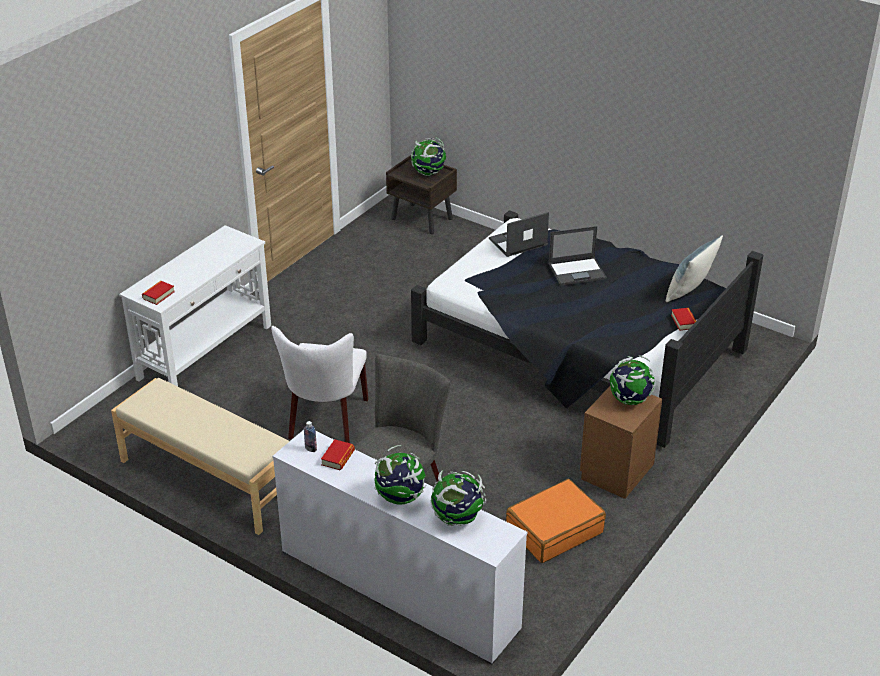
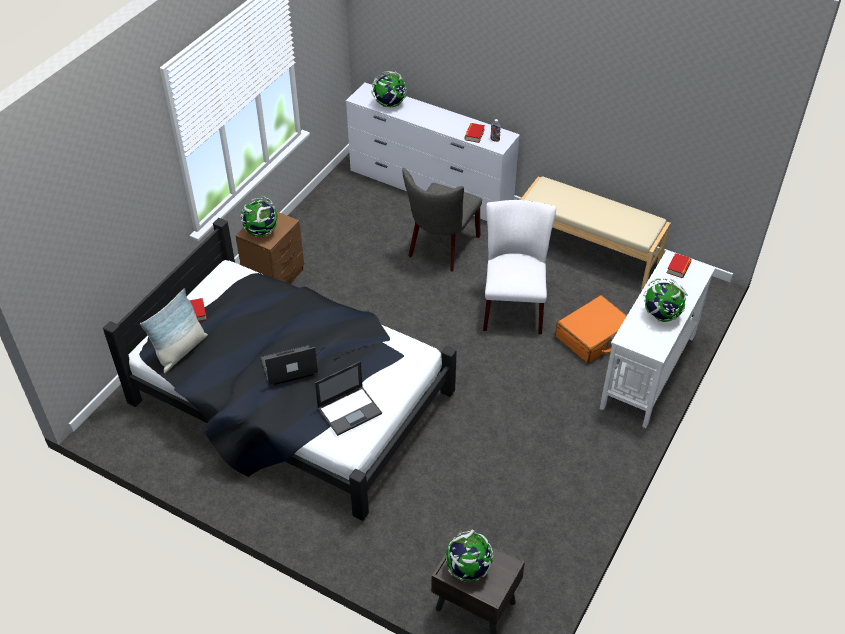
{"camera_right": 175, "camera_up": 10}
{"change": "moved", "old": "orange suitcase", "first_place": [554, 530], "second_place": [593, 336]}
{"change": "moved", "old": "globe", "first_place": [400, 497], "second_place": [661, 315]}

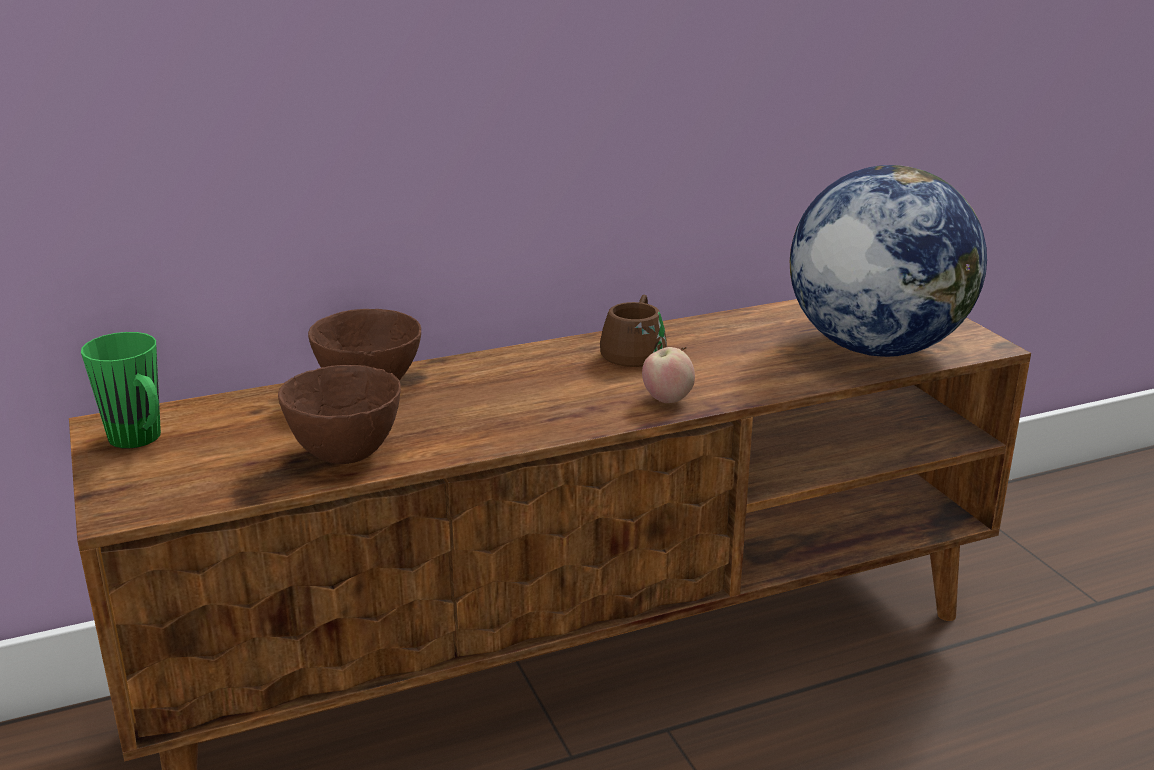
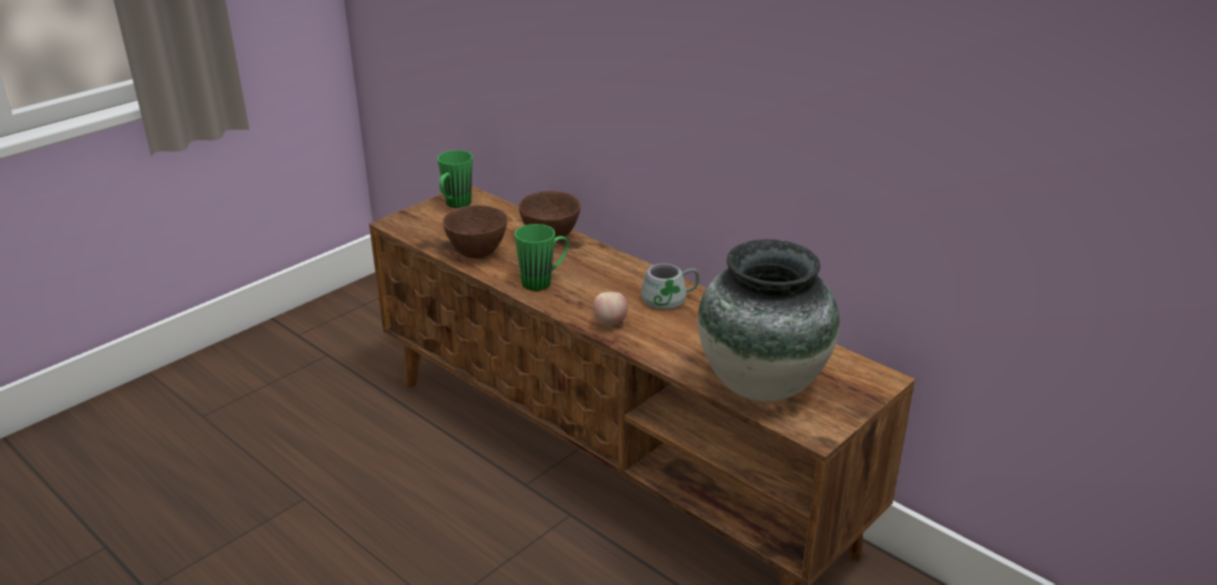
{"camera_right": 65, "camera_up": 5}
{"change": "added", "new": "green mug", "second_place": [544, 282]}
{"change": "recoloured", "old": "brown mug", "new": "grey mug", "first_place": [642, 352], "second_place": [671, 301]}
{"change": "replaced", "old": "globe", "new": "vase", "first_place": [875, 347], "second_place": [762, 384]}

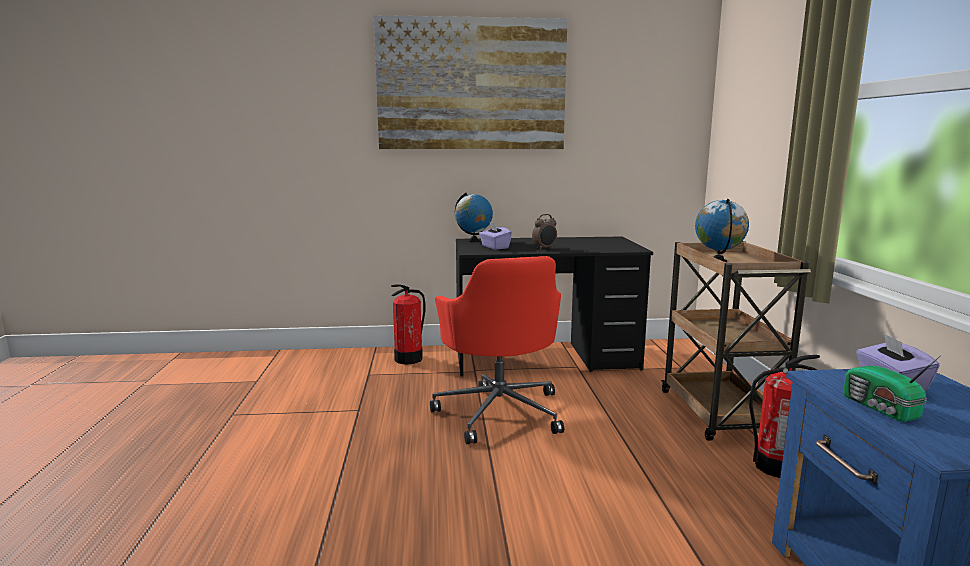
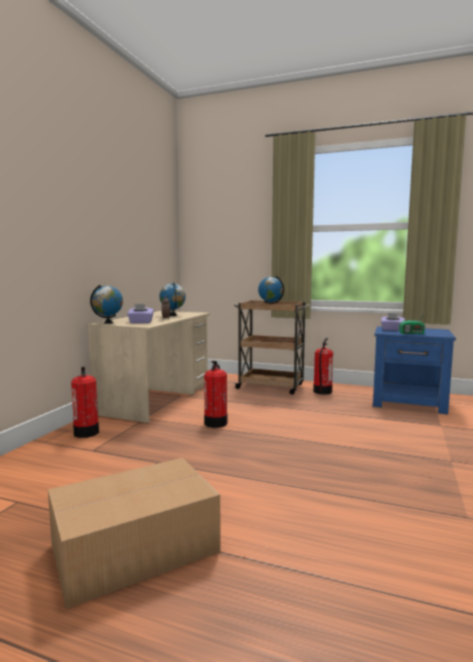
{"camera_right": -65, "camera_up": -5}
{"change": "added", "new": "cardboard box", "second_place": [132, 548]}
{"change": "recoloured", "old": "black desk", "new": "beige desk", "first_place": [545, 358], "second_place": [156, 399]}
{"change": "added", "new": "globe", "second_place": [173, 315]}
{"change": "replaced", "old": "red office chair", "new": "fire extinguisher", "first_place": [500, 411], "second_place": [216, 423]}
{"change": "removed", "old": "picture", "first_place": [471, 85]}

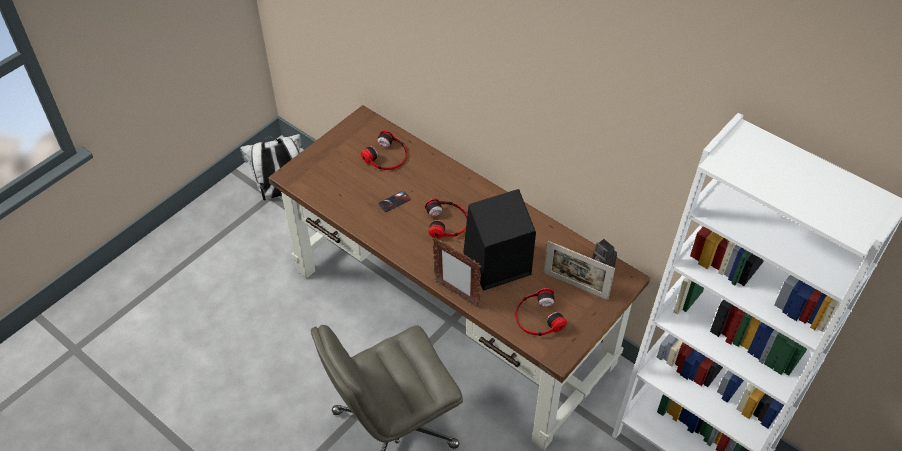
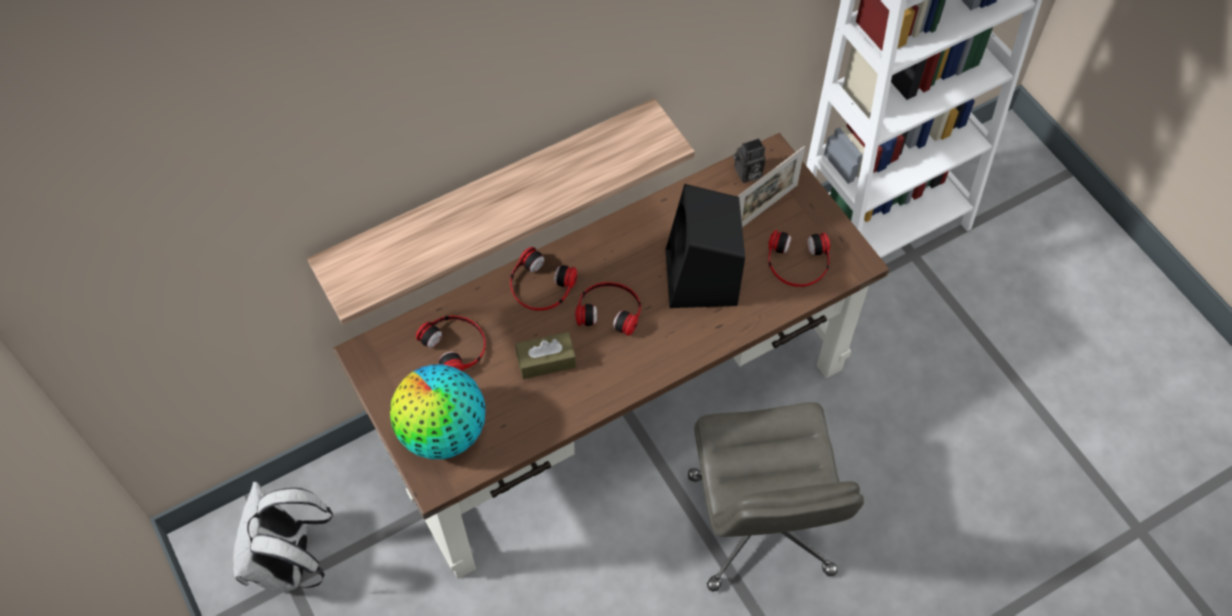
{"camera_right": -70, "camera_up": 10}
{"change": "added", "new": "shelf", "second_place": [490, 196]}
{"change": "added", "new": "globe", "second_place": [443, 432]}
{"change": "added", "new": "headphones", "second_place": [540, 286]}
{"change": "replaced", "old": "phone", "new": "brown tissue box", "first_place": [394, 201], "second_place": [546, 361]}
{"change": "removed", "old": "picture frame", "first_place": [456, 293]}

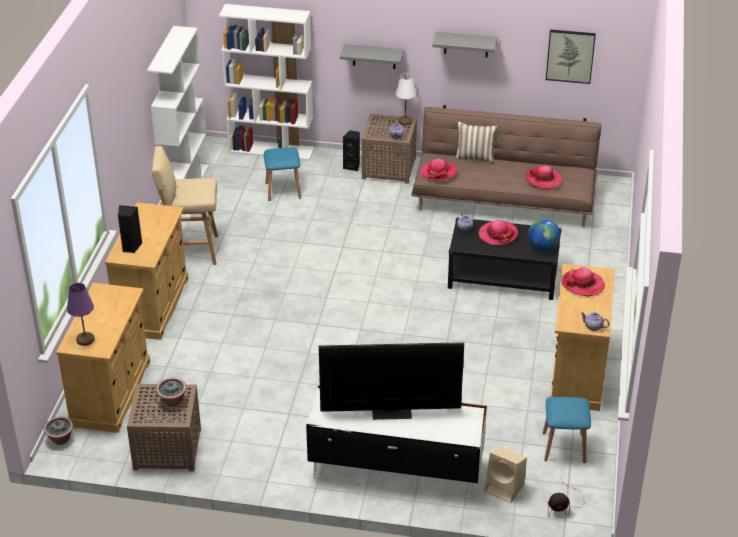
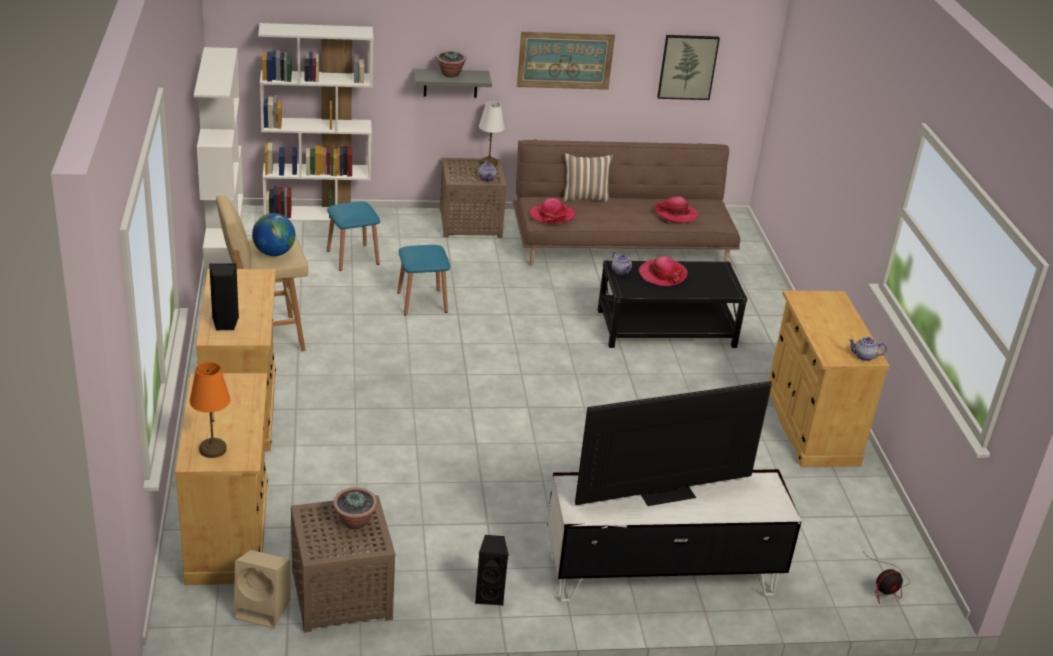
{"camera_right": -20, "camera_up": -5}
{"change": "recoloured", "old": "purple table lamp", "new": "orange table lamp", "first_place": [85, 339], "second_place": [212, 449]}
{"change": "moved", "old": "beige speaker", "first_place": [505, 488], "second_place": [264, 609]}
{"change": "moved", "old": "globe", "first_place": [542, 247], "second_place": [274, 253]}
{"change": "moved", "old": "blue stool", "first_place": [564, 447], "second_place": [422, 302]}
{"change": "moved", "old": "potted plant", "first_place": [60, 439], "second_place": [450, 74]}
{"change": "moved", "old": "black speaker", "first_place": [352, 166], "second_place": [489, 595]}
{"change": "replaced", "old": "grey shelf", "new": "picture", "first_place": [466, 44], "second_place": [565, 60]}
{"change": "removed", "old": "hat", "first_place": [582, 284]}

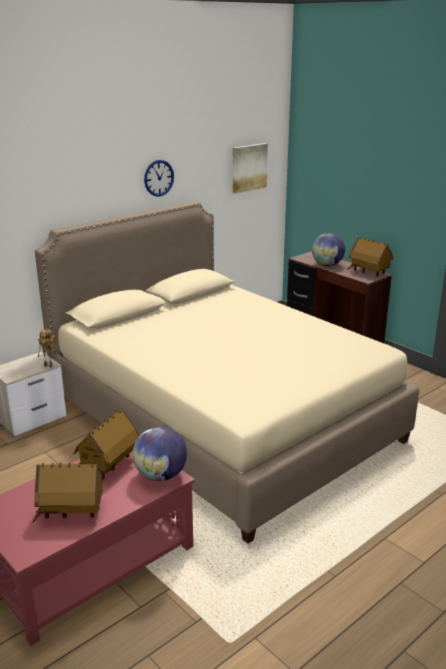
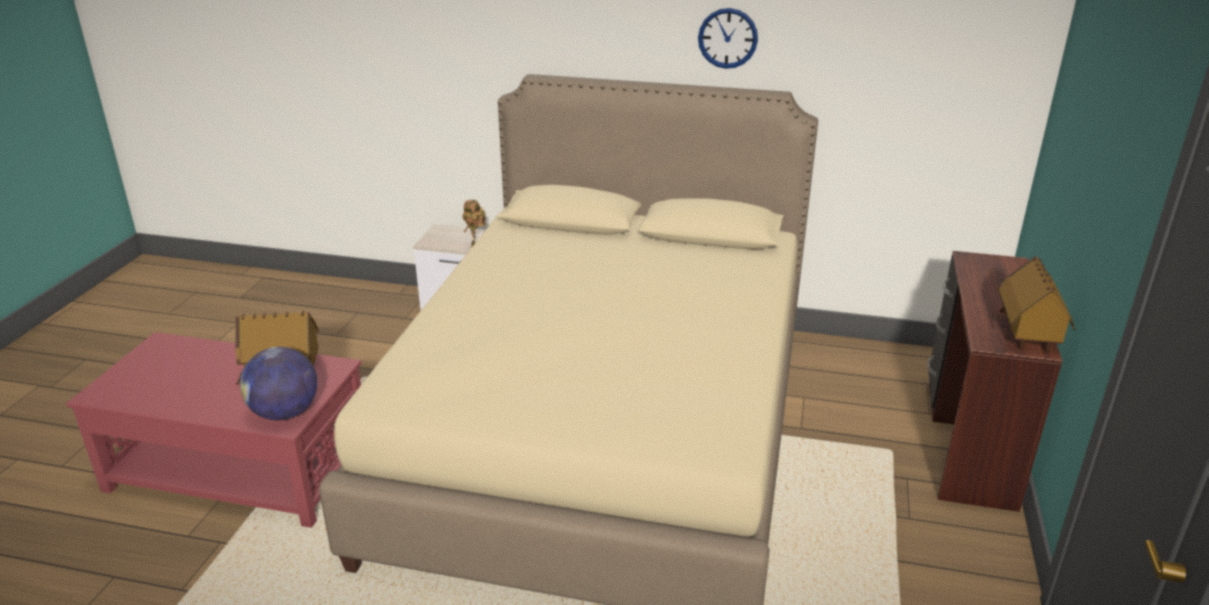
{"camera_right": 55, "camera_up": 5}
{"change": "removed", "old": "toy house", "first_place": [71, 512]}
{"change": "removed", "old": "picture", "first_place": [248, 167]}
{"change": "removed", "old": "globe", "first_place": [327, 265]}

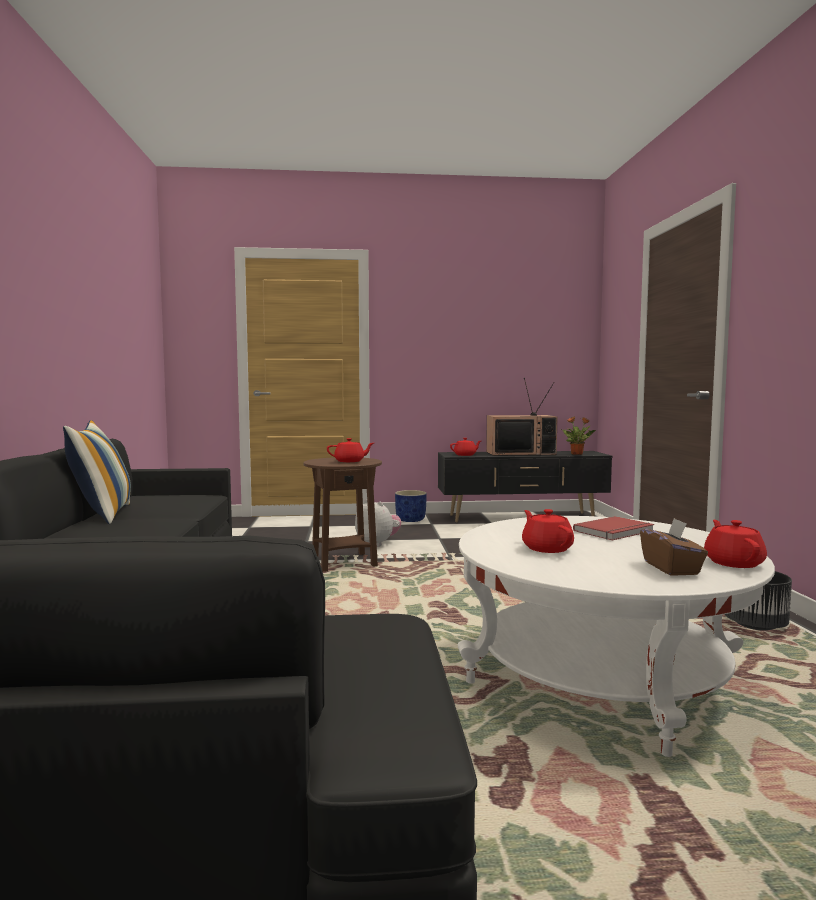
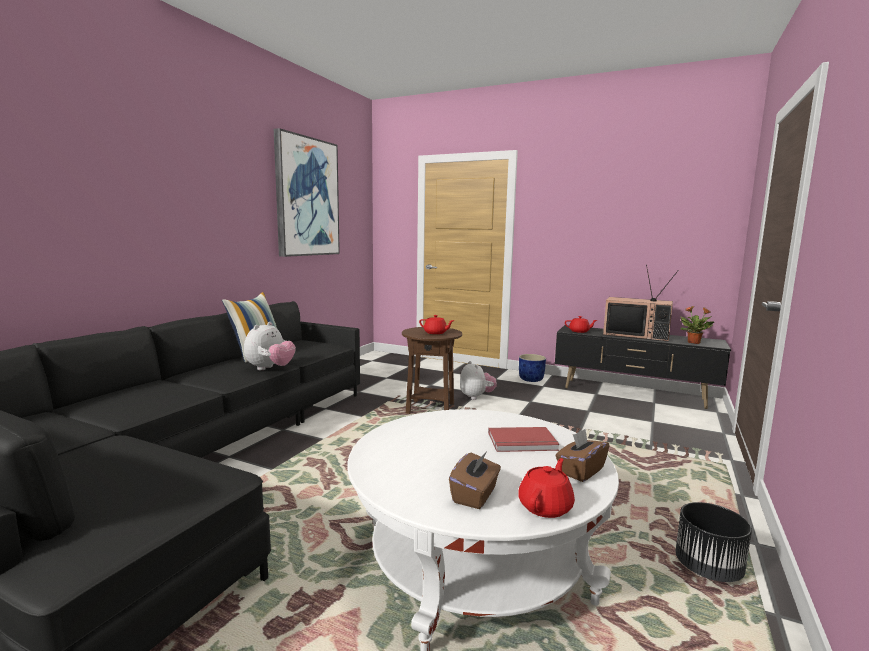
{"camera_right": 30, "camera_up": 5}
{"change": "added", "new": "plush toy", "second_place": [270, 369]}
{"change": "added", "new": "picture", "second_place": [307, 197]}
{"change": "added", "new": "brown tissue box", "second_place": [580, 471]}
{"change": "removed", "old": "red teapot", "first_place": [546, 548]}

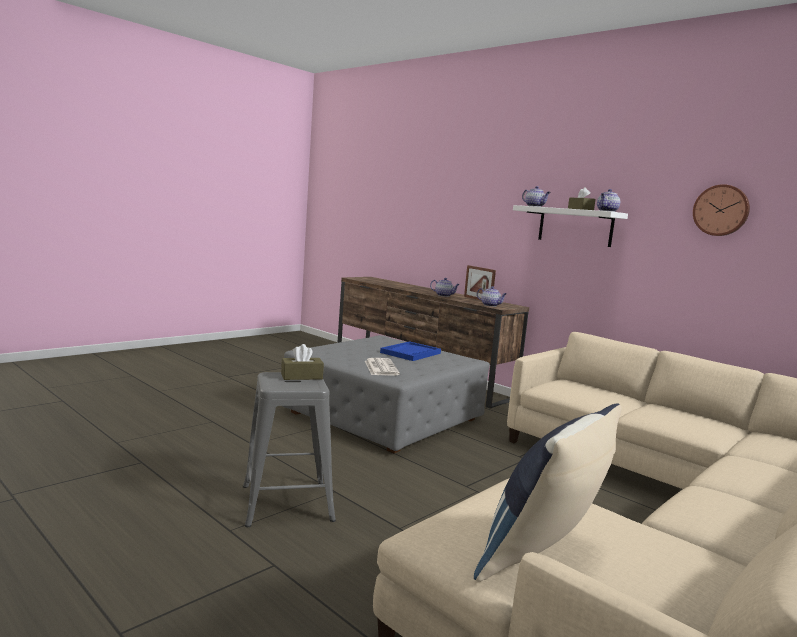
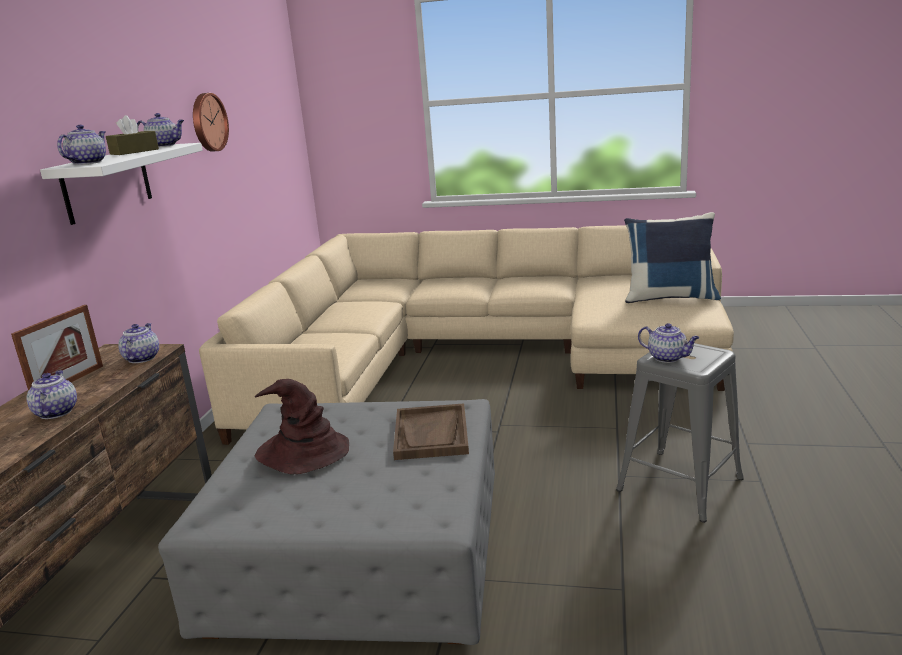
{"camera_right": -120, "camera_up": 10}
{"change": "replaced", "old": "blue tray", "new": "brown hat", "first_place": [410, 353], "second_place": [302, 452]}
{"change": "replaced", "old": "newspaper", "new": "brown tray", "first_place": [380, 367], "second_place": [431, 434]}
{"change": "replaced", "old": "brown tissue box", "new": "teapot", "first_place": [301, 376], "second_place": [668, 358]}

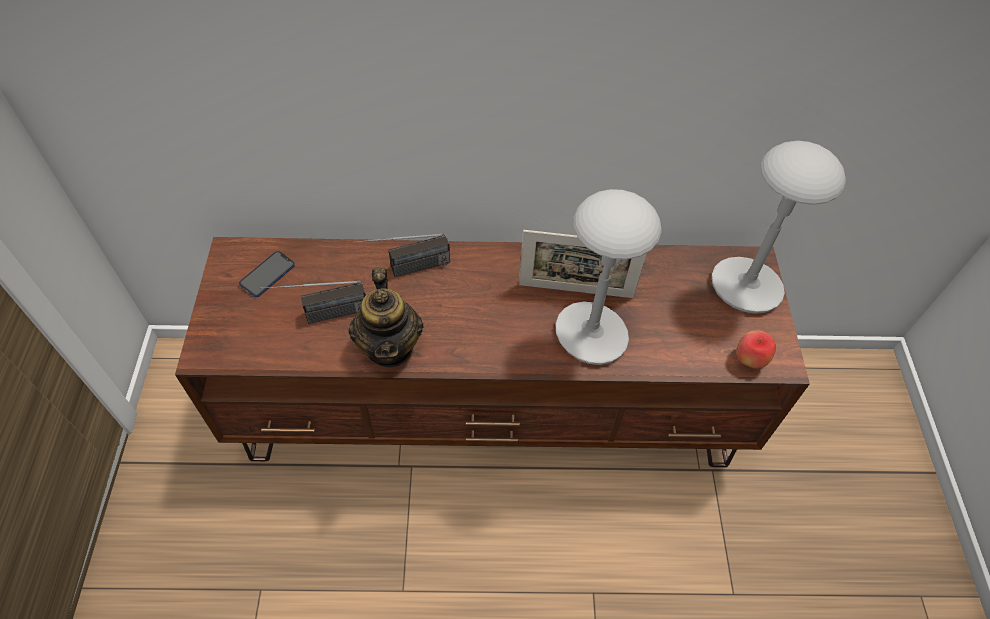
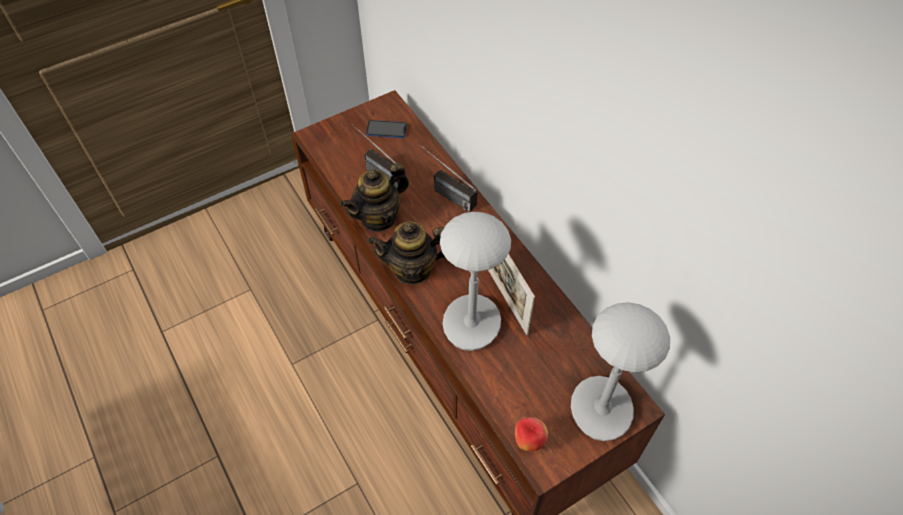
{"camera_right": 60, "camera_up": 0}
{"change": "added", "new": "teapot", "second_place": [413, 269]}

